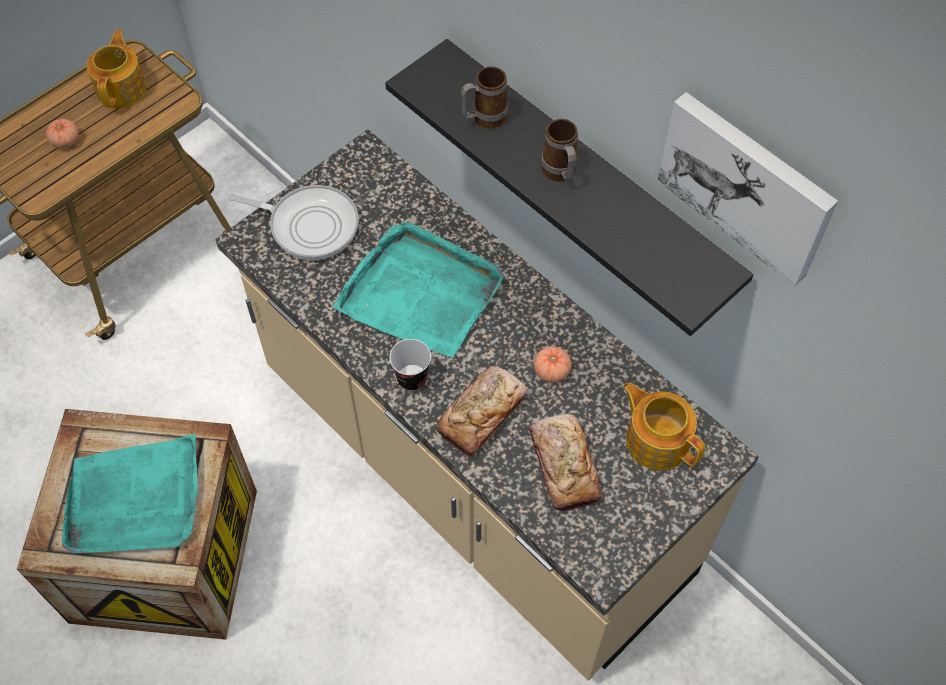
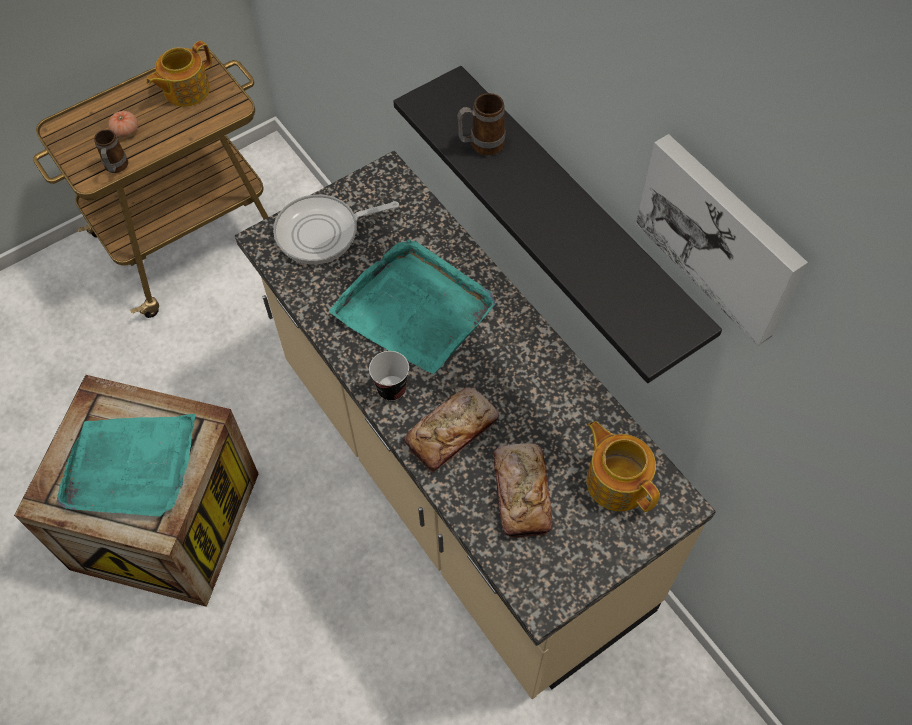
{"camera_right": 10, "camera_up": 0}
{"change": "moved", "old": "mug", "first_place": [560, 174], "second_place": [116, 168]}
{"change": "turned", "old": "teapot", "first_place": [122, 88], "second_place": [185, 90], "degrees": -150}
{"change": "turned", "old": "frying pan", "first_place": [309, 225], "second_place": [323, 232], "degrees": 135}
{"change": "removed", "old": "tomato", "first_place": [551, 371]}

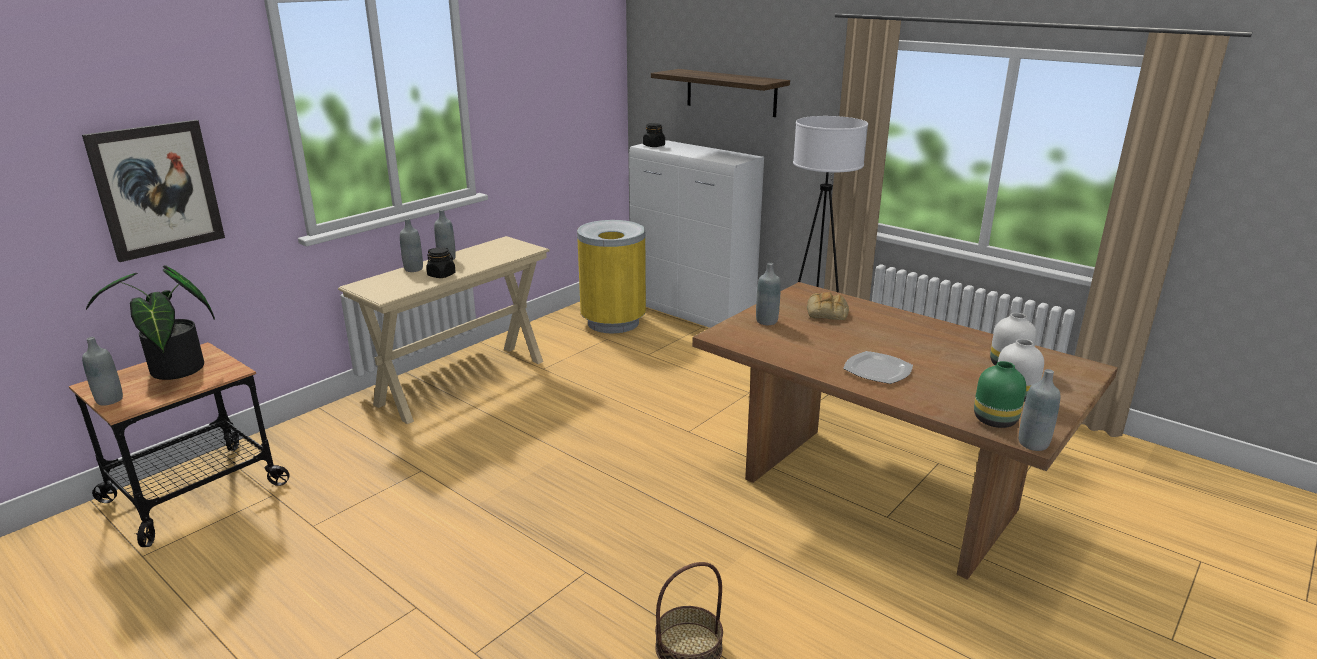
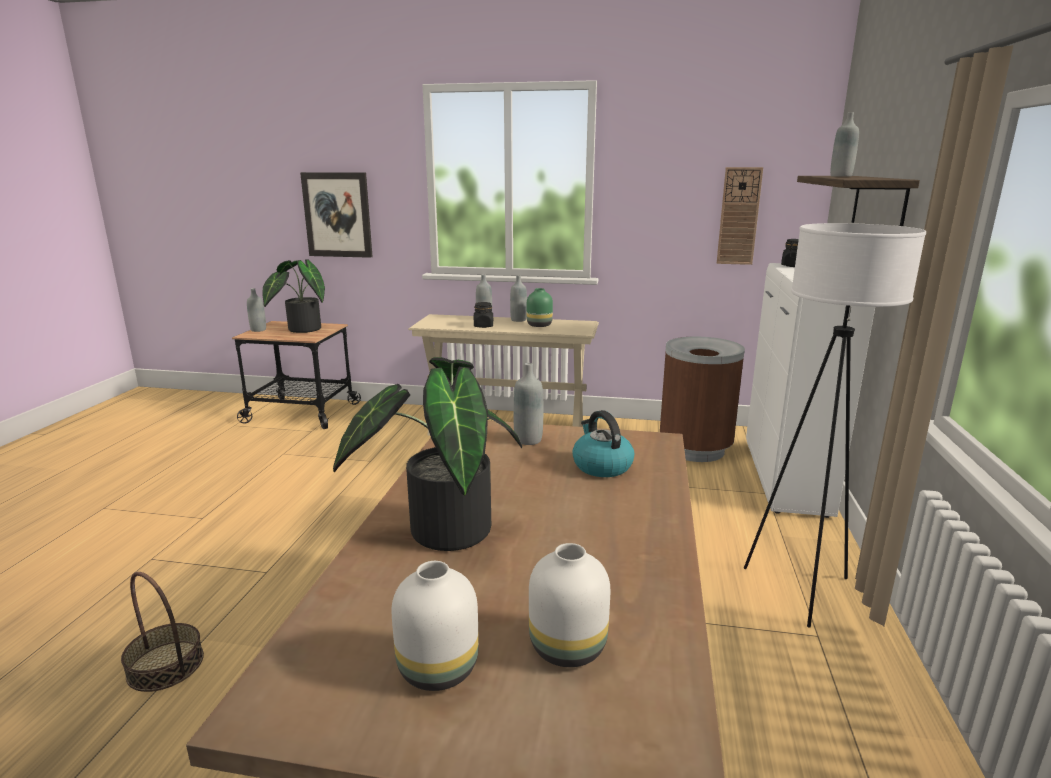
{"camera_right": 60, "camera_up": -5}
{"change": "replaced", "old": "plate", "new": "potted plant", "first_place": [878, 370], "second_place": [441, 528]}
{"change": "moved", "old": "green vase", "first_place": [996, 420], "second_place": [539, 325]}
{"change": "replaced", "old": "bread", "new": "kettle", "first_place": [827, 313], "second_place": [601, 466]}
{"change": "recoloured", "old": "yellow trash can", "new": "brown trash can", "first_place": [613, 322], "second_place": [695, 449]}
{"change": "added", "new": "wall clock", "second_place": [739, 216]}
{"change": "moved", "old": "grey bottle", "first_place": [1033, 444], "second_place": [841, 176]}

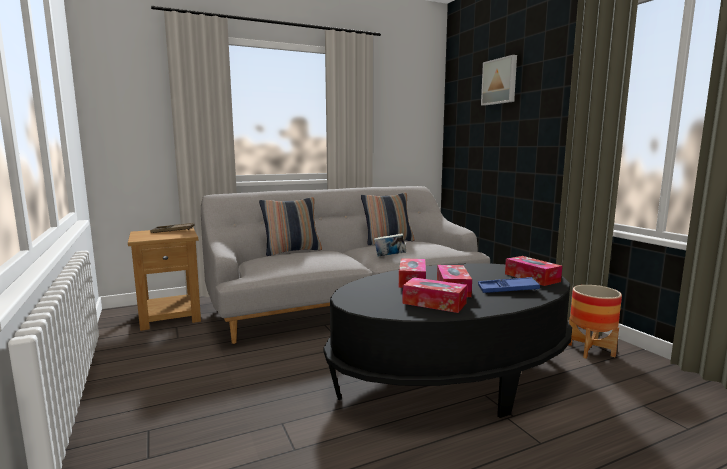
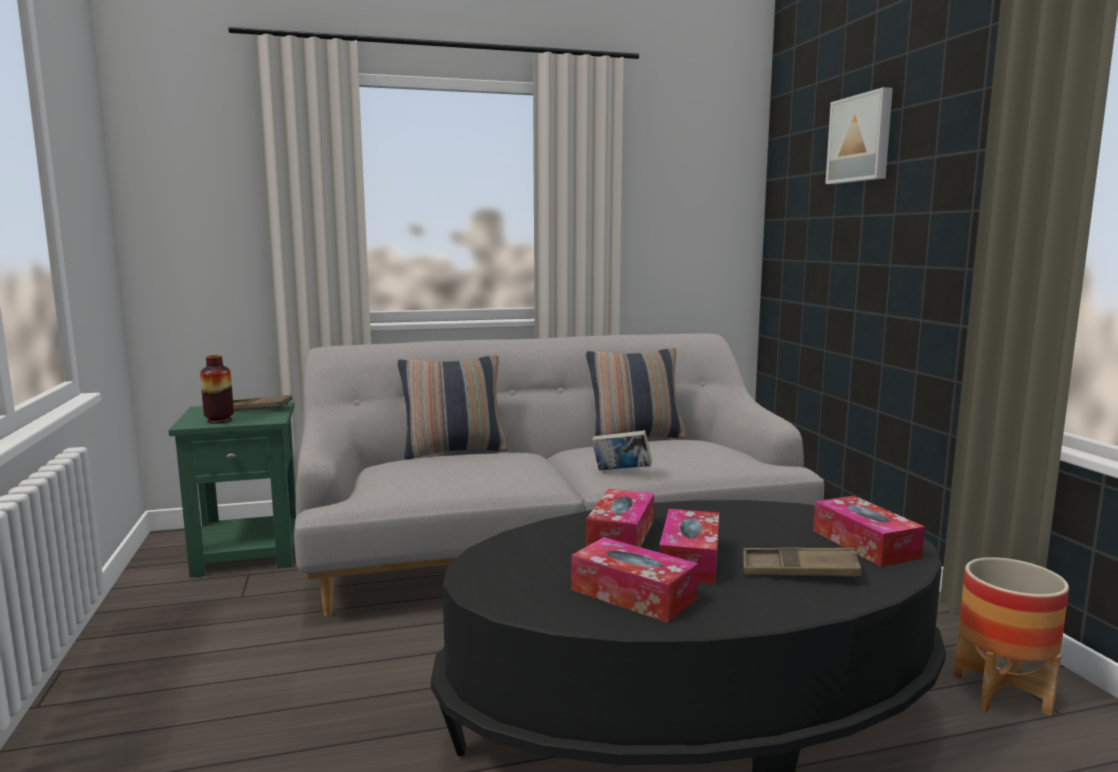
{"camera_right": 10, "camera_up": 0}
{"change": "recoloured", "old": "brown side table", "new": "green side table", "first_place": [171, 316], "second_place": [249, 553]}
{"change": "added", "new": "vase", "second_place": [219, 420]}
{"change": "recoloured", "old": "blue tray", "new": "brown tray", "first_place": [507, 289], "second_place": [799, 571]}

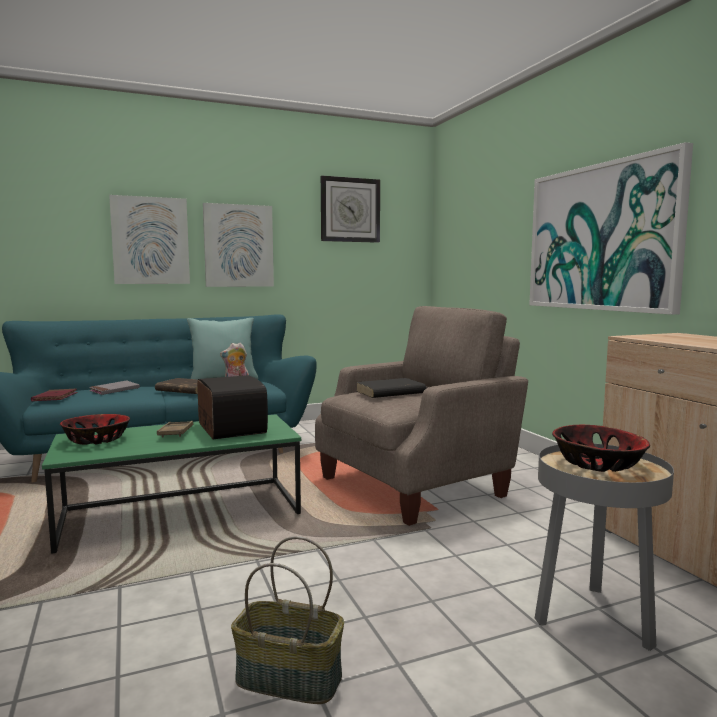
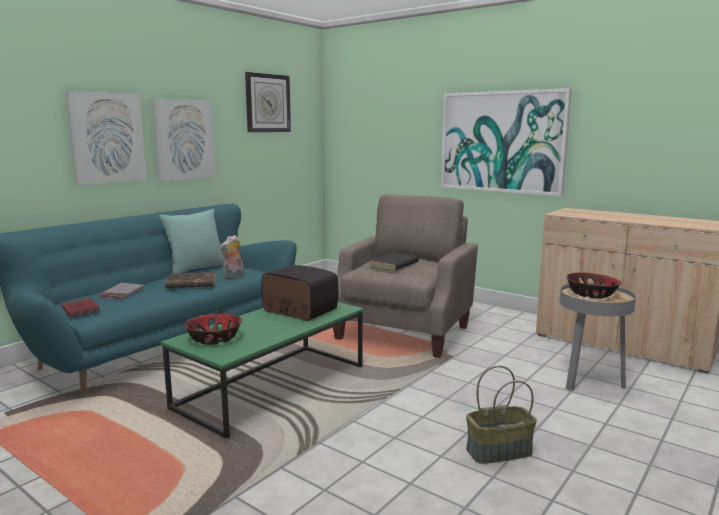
{"camera_right": -30, "camera_up": 5}
{"change": "removed", "old": "brown tray", "first_place": [176, 432]}

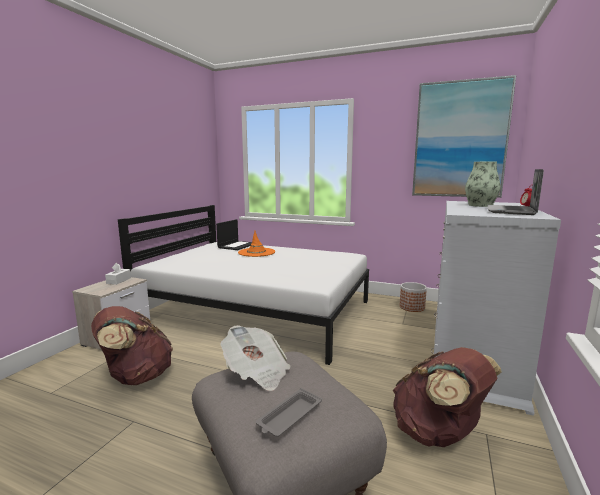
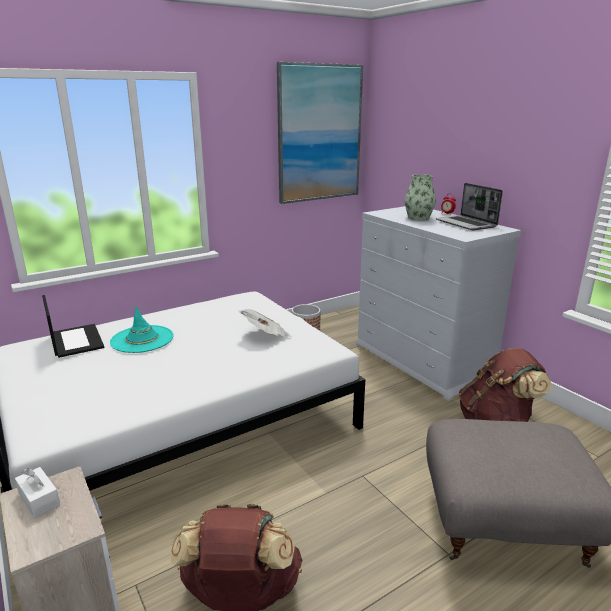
{"camera_right": -55, "camera_up": 10}
{"change": "recoloured", "old": "orange hat", "new": "turquoise hat", "first_place": [256, 252], "second_place": [142, 339]}
{"change": "moved", "old": "newspaper", "first_place": [256, 372], "second_place": [266, 335]}
{"change": "removed", "old": "grey tray", "first_place": [289, 417]}

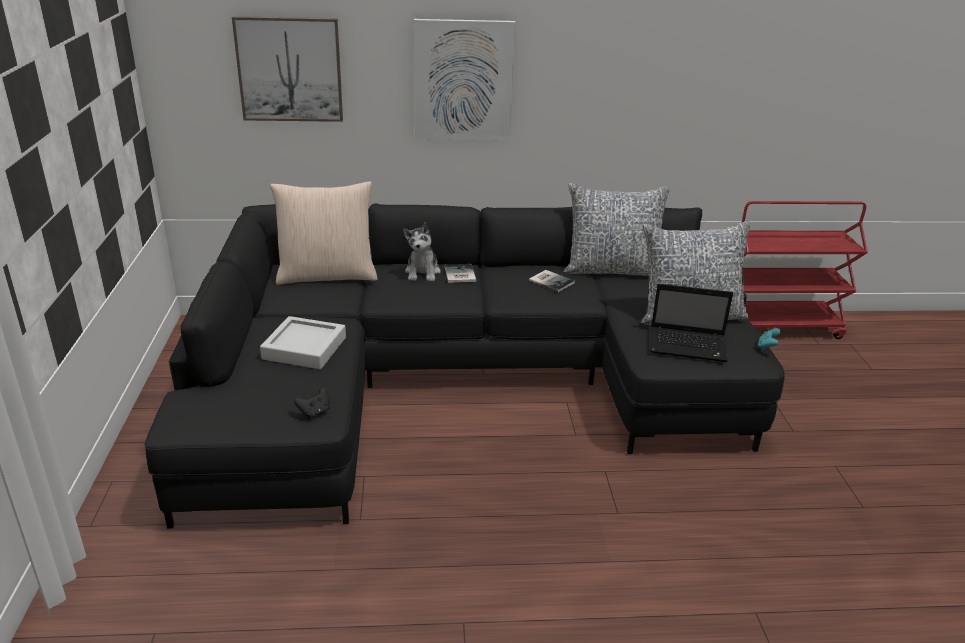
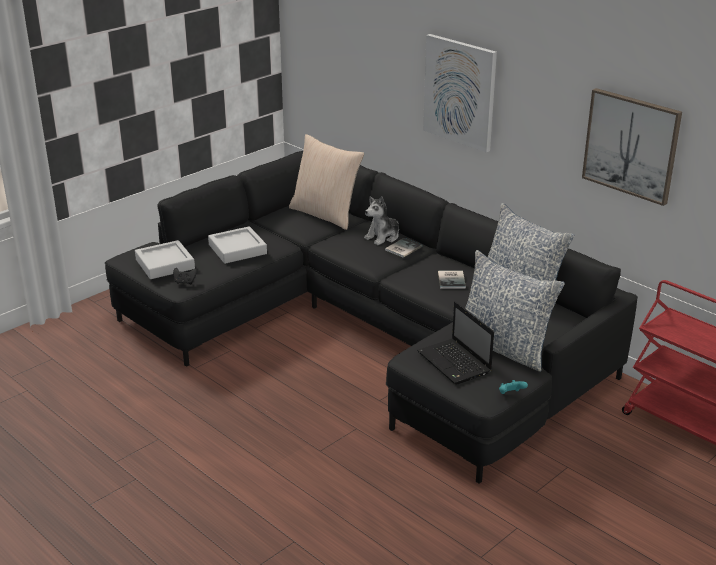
{"camera_right": 50, "camera_up": 0}
{"change": "added", "new": "grey tray", "second_place": [165, 264]}
{"change": "moved", "old": "picture", "first_place": [290, 69], "second_place": [631, 145]}

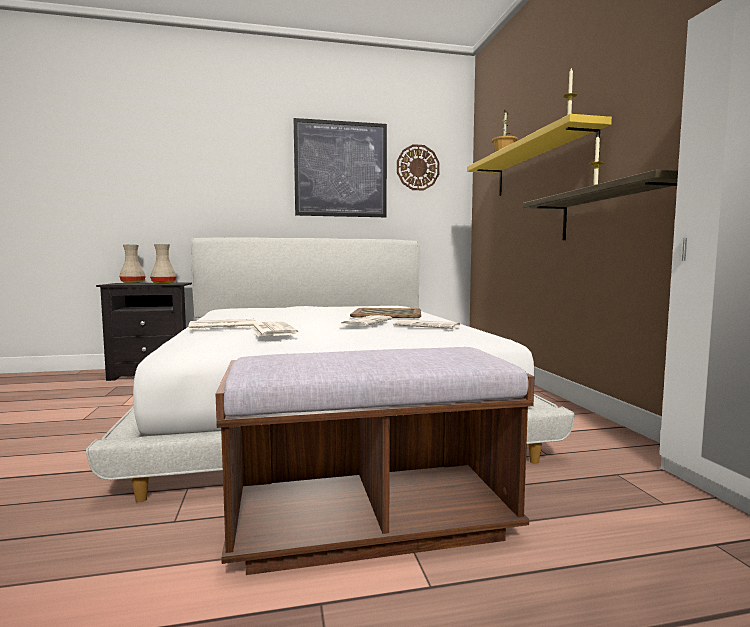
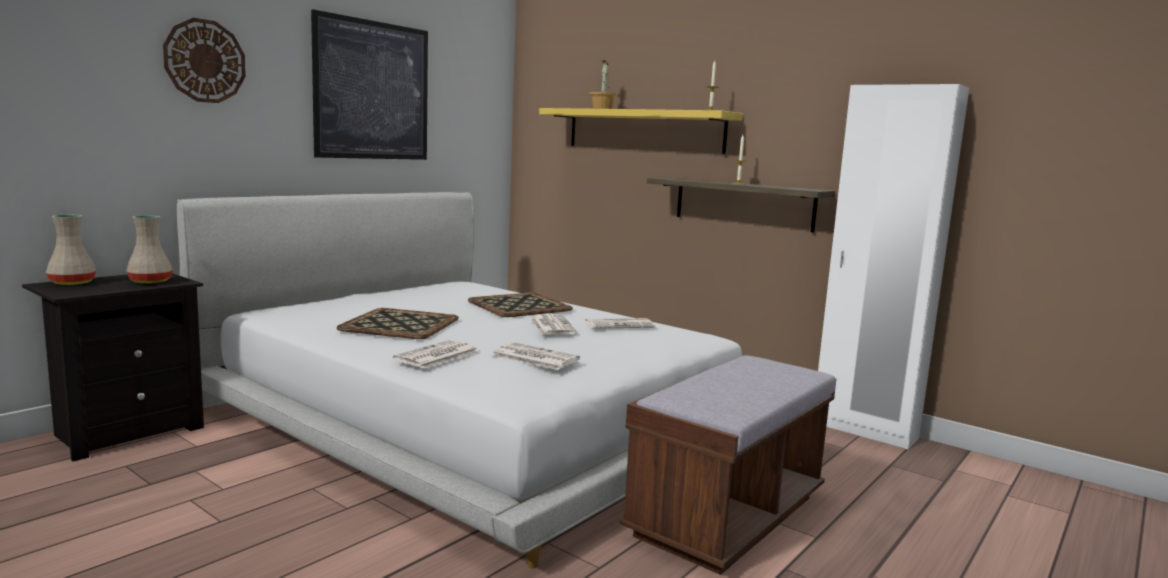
{"camera_right": -40, "camera_up": 5}
{"change": "moved", "old": "wall clock", "first_place": [417, 167], "second_place": [205, 61]}
{"change": "added", "new": "tray", "second_place": [399, 324]}

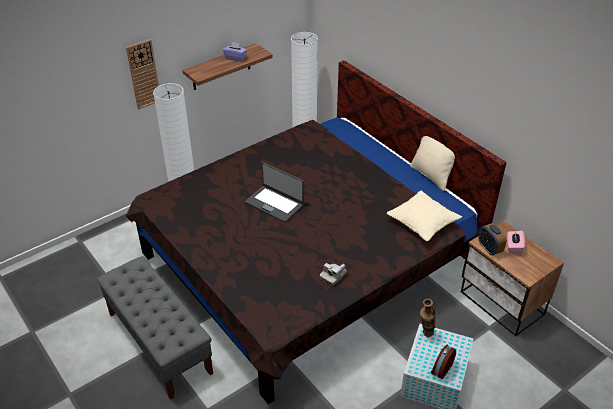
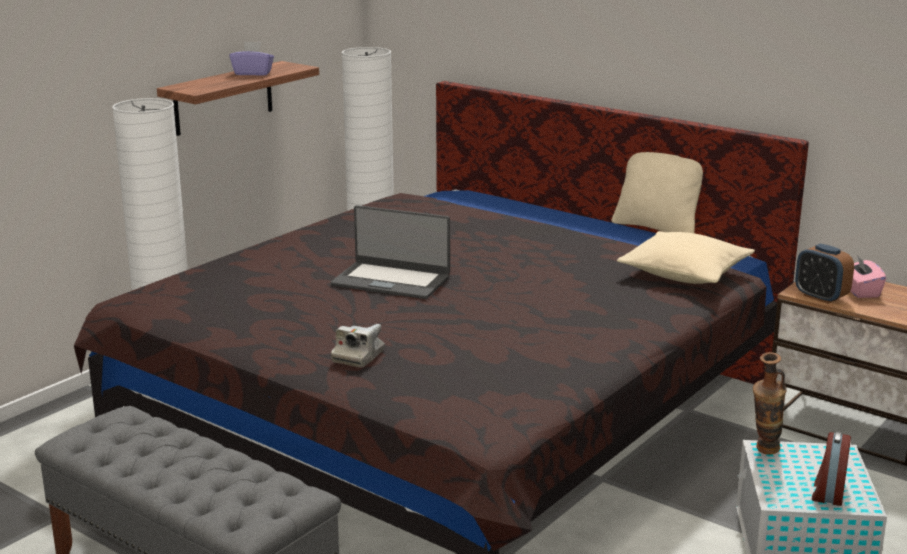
{"camera_right": -15, "camera_up": -20}
{"change": "moved", "old": "photo camera", "first_place": [333, 276], "second_place": [358, 356]}
{"change": "removed", "old": "wall clock", "first_place": [143, 74]}

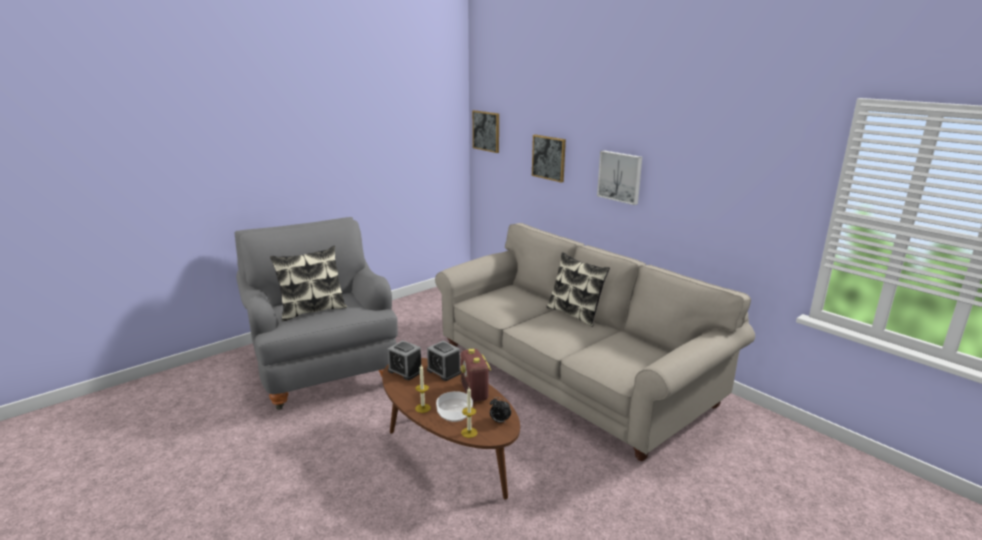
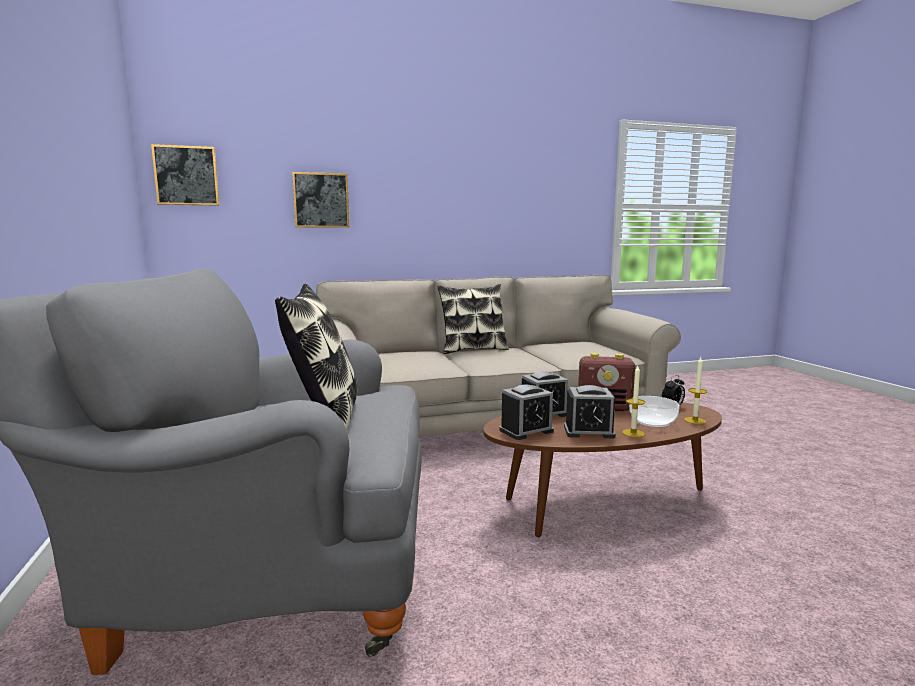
{"camera_right": -65, "camera_up": -10}
{"change": "added", "new": "alarm clock", "second_place": [589, 431]}
{"change": "removed", "old": "picture", "first_place": [620, 176]}

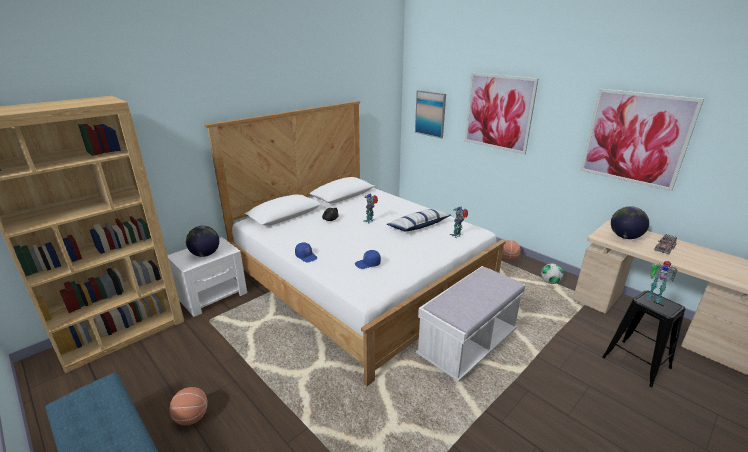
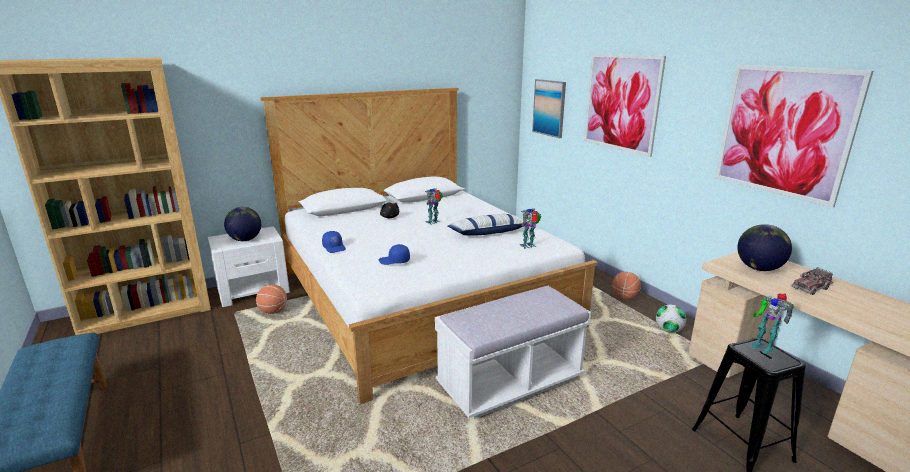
{"camera_right": 15, "camera_up": -5}
{"change": "moved", "old": "basketball", "first_place": [192, 417], "second_place": [273, 311]}

